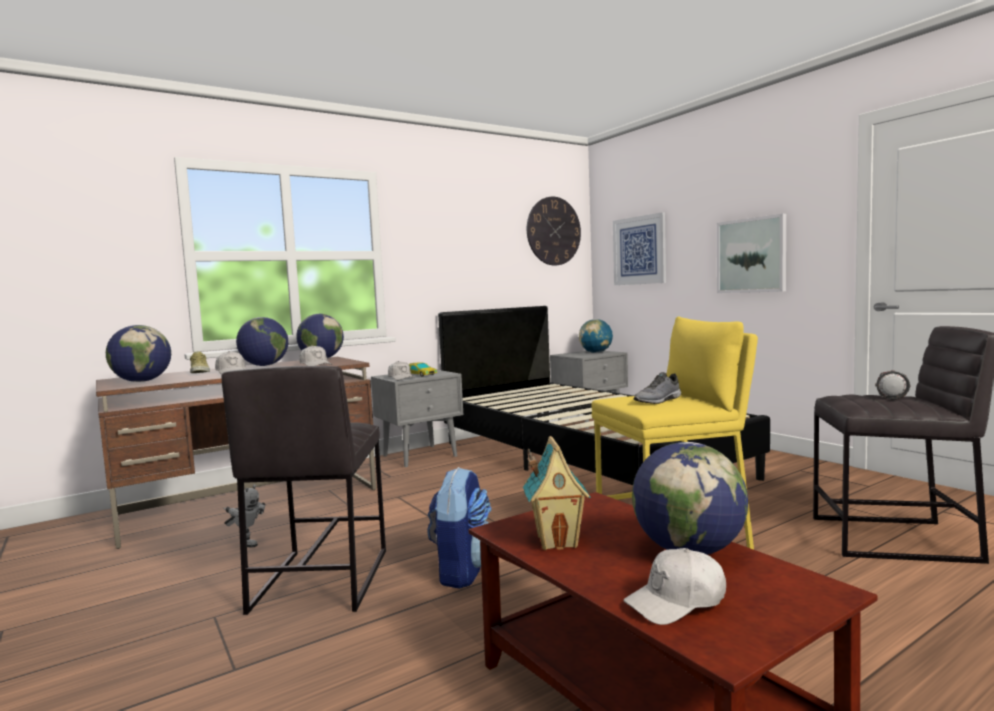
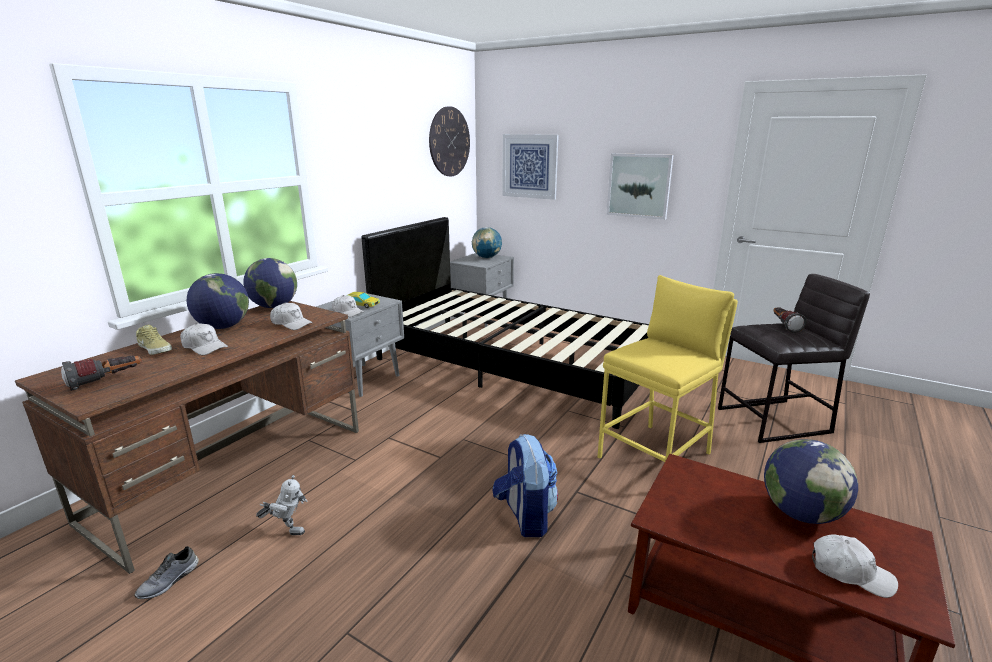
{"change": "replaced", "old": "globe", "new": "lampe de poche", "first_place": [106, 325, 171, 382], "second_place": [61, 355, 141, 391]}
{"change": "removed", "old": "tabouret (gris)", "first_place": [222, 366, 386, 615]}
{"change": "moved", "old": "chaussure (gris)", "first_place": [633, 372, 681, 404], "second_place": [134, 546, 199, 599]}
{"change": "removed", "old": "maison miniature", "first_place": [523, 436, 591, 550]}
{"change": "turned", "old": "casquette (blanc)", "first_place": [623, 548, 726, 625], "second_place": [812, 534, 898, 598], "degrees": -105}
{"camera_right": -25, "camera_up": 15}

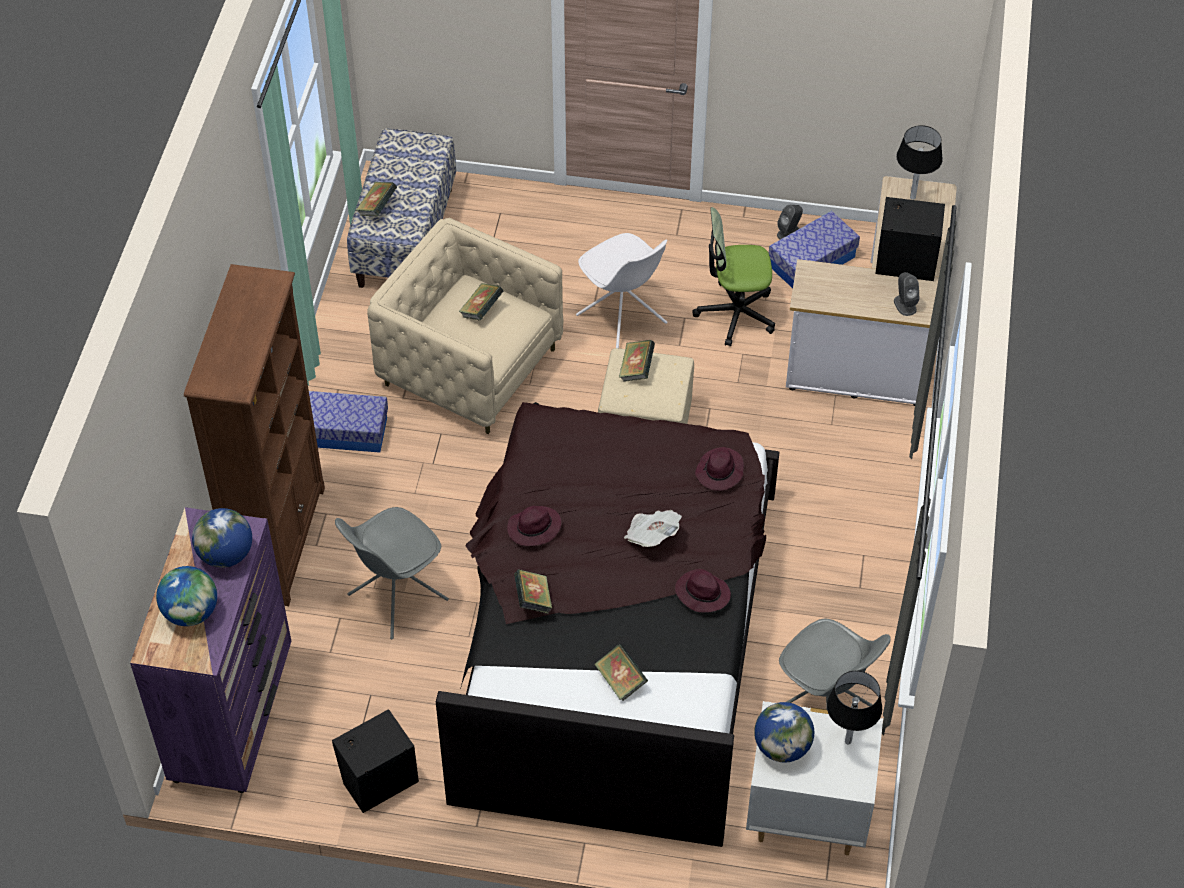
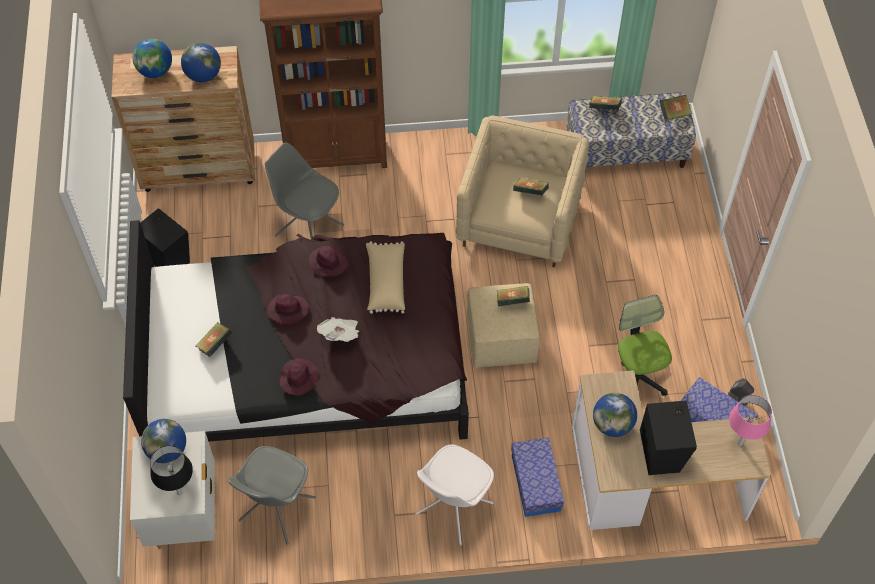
{"change": "recoloured", "old": "lampe de table (noir)", "new": "lampe de table (rose)", "first_place": [896, 125, 943, 200], "second_place": [729, 395, 772, 446]}
{"change": "moved", "old": "chaise (blanc)", "first_place": [576, 233, 668, 348], "second_place": [415, 444, 494, 545]}
{"change": "removed", "old": "enceinte (gris)", "first_place": [894, 272, 920, 316]}
{"change": "moved", "old": "boîte de rangement", "first_place": [309, 391, 388, 453], "second_place": [511, 438, 564, 517]}
{"change": "moved", "old": "chapeau (violet)", "first_place": [695, 447, 744, 491], "second_place": [267, 294, 309, 324]}
{"change": "recoloured", "old": "commode (violet)", "new": "commode (marron)", "first_place": [130, 507, 291, 793], "second_place": [112, 46, 255, 192]}
{"change": "moved", "old": "livre", "first_place": [514, 569, 552, 614], "second_place": [659, 95, 692, 121]}
{"change": "added", "new": "coussin (beige)", "second_place": [366, 241, 405, 314]}
{"change": "added", "new": "globe", "second_place": [593, 393, 637, 437]}
{"camera_right": 75, "camera_up": 5}

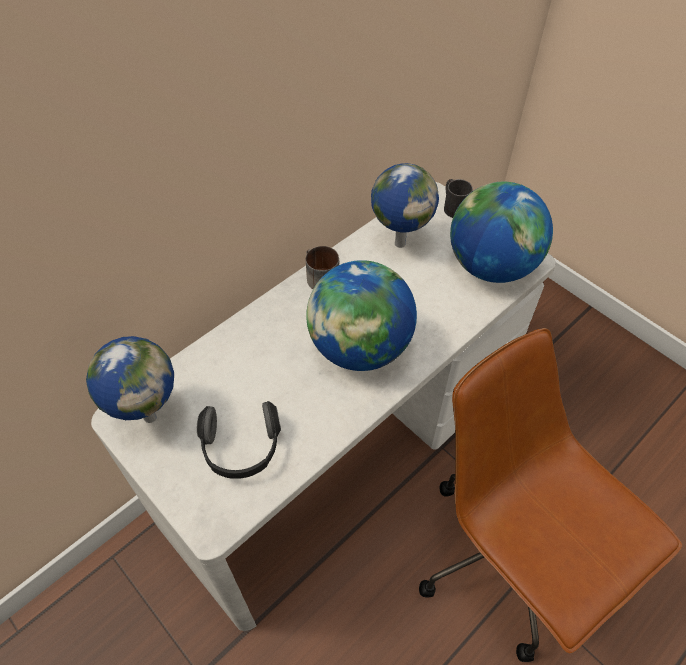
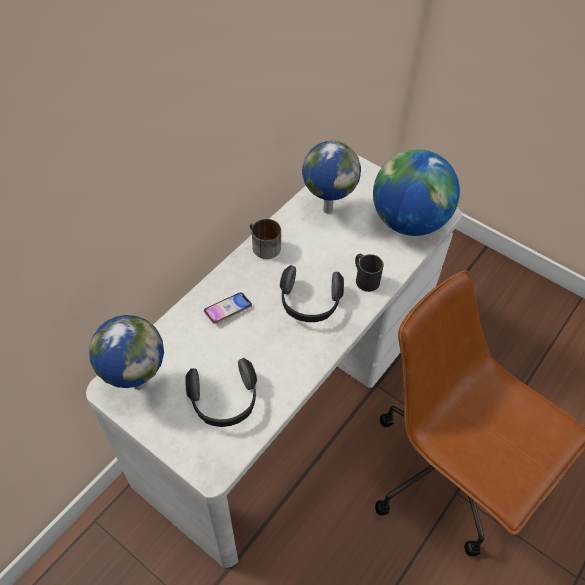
{"change": "moved", "old": "mug (noir)", "first_place": [444, 179, 473, 218], "second_place": [355, 254, 384, 292]}
{"change": "replaced", "old": "globe", "new": "casque audio", "first_place": [306, 260, 417, 371], "second_place": [280, 265, 344, 322]}
{"change": "added", "new": "téléphone", "second_place": [204, 292, 252, 324]}
{"camera_right": -10, "camera_up": 0}

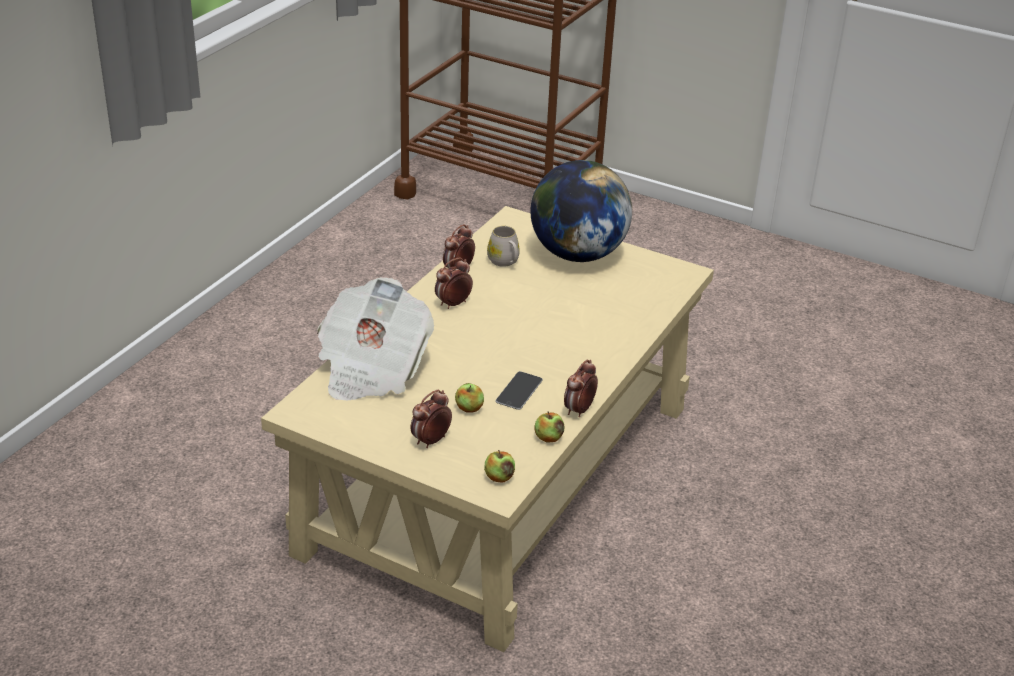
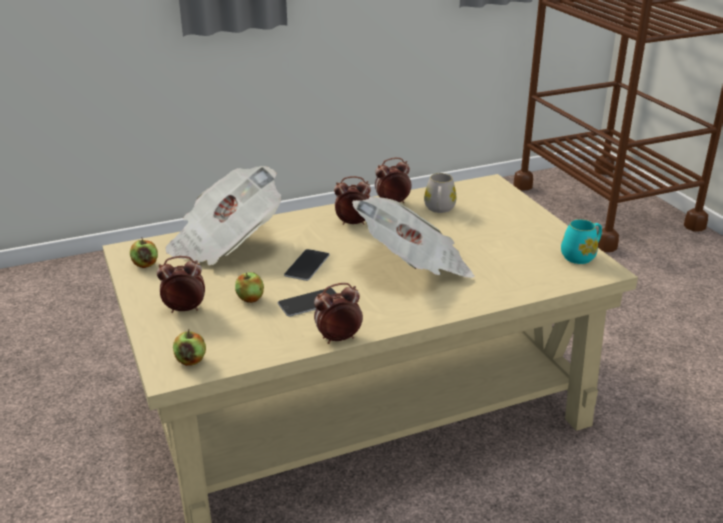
{"change": "removed", "old": "globe", "first_place": [531, 160, 632, 262]}
{"change": "moved", "old": "pomme", "first_place": [534, 411, 565, 442], "second_place": [130, 237, 158, 268]}
{"change": "added", "new": "journal", "second_place": [352, 197, 475, 278]}
{"change": "added", "new": "mug (turquoise)", "second_place": [561, 219, 602, 264]}
{"change": "added", "new": "téléphone", "second_place": [284, 249, 330, 281]}
{"camera_right": 40, "camera_up": -5}

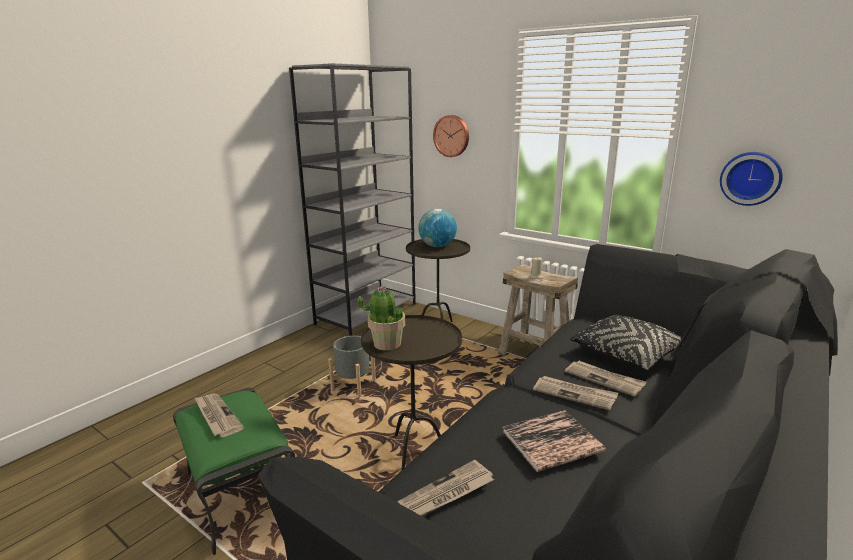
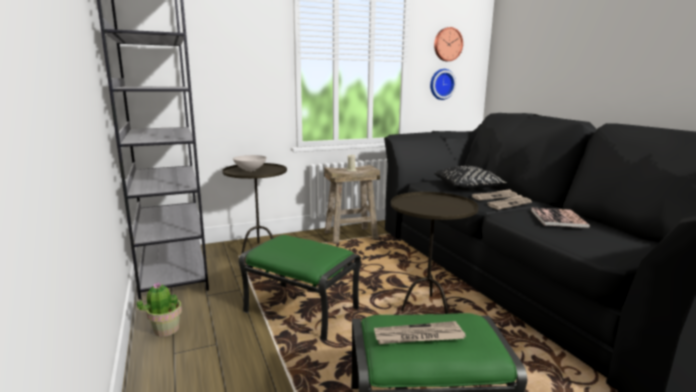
{"change": "moved", "old": "horloge murale", "first_place": [433, 115, 469, 157], "second_place": [434, 27, 463, 61]}
{"change": "replaced", "old": "globe", "new": "bol (blanc)", "first_place": [418, 209, 457, 247], "second_place": [233, 155, 267, 171]}
{"change": "moved", "old": "plante en pot", "first_place": [357, 285, 405, 351], "second_place": [137, 283, 182, 337]}
{"change": "replaced", "old": "cache-pot (gris)", "new": "pouf (vert)", "first_place": [328, 336, 376, 397], "second_place": [239, 235, 361, 341]}
{"change": "removed", "old": "journal", "first_place": [397, 460, 494, 517]}
{"camera_right": -60, "camera_up": -5}

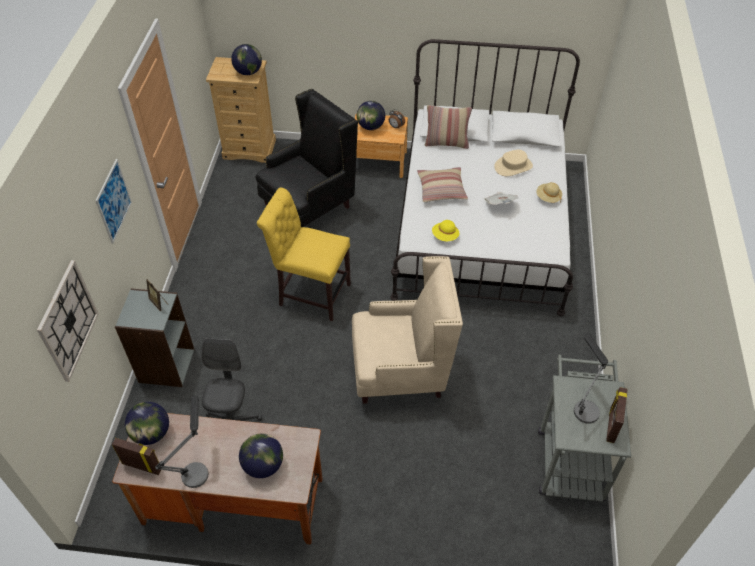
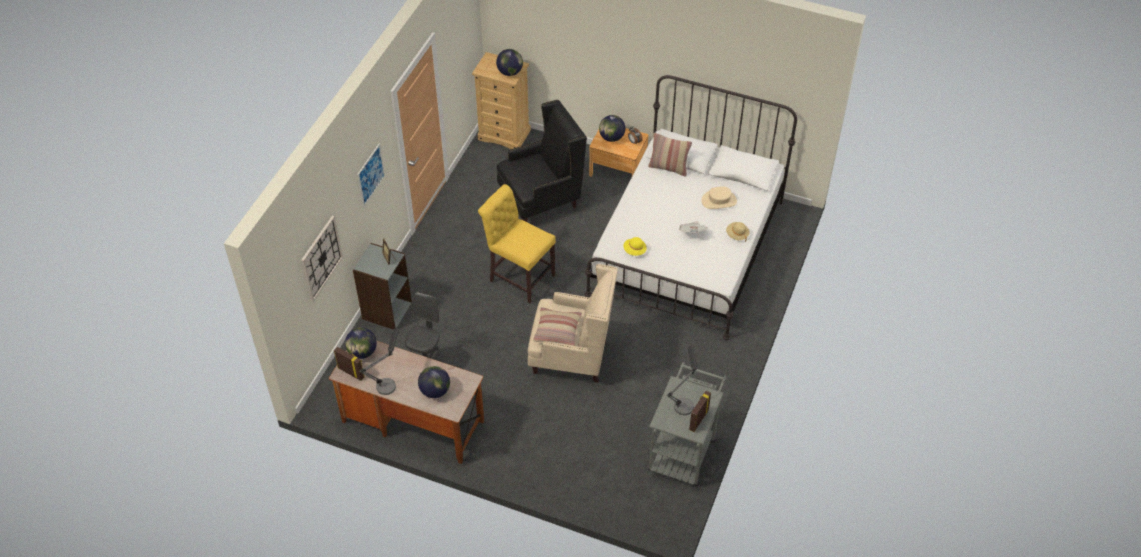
{"change": "moved", "old": "coussin", "first_place": [417, 167, 468, 202], "second_place": [533, 307, 582, 346]}
{"camera_right": 15, "camera_up": 0}

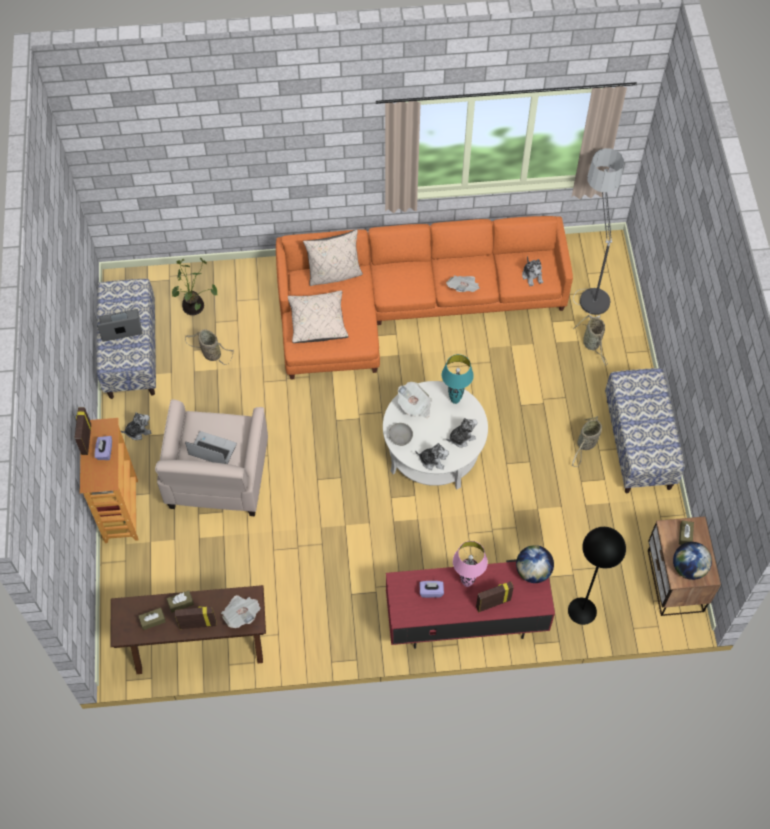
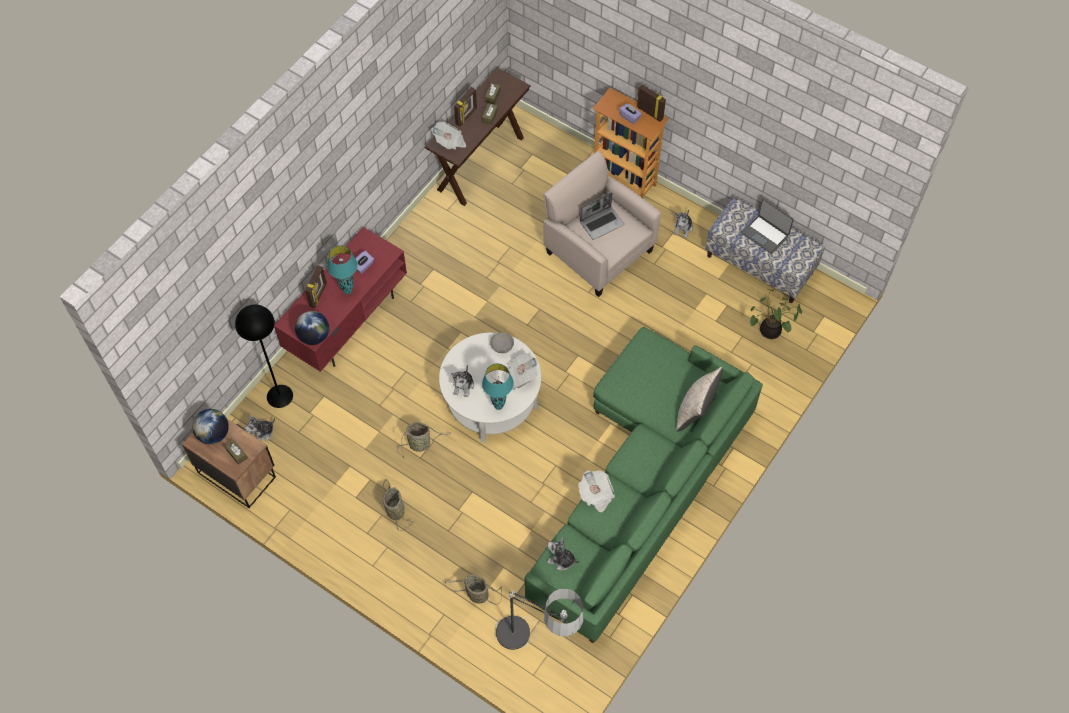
{"change": "recoloured", "old": "canapé (orange)", "new": "canapé (vert)", "first_place": [276, 216, 573, 380], "second_place": [524, 327, 763, 643]}
{"change": "removed", "old": "coussin (beige)", "first_place": [288, 290, 349, 343]}
{"change": "turned", "old": "ordinateur portable", "first_place": [97, 309, 142, 342], "second_place": [742, 198, 794, 254], "degrees": 105}
{"change": "moved", "old": "panier", "first_place": [185, 329, 234, 365], "second_place": [397, 422, 452, 459]}
{"change": "removed", "old": "banc", "first_place": [605, 368, 685, 493]}
{"change": "moved", "old": "peluche", "first_place": [415, 443, 449, 470], "second_place": [245, 415, 275, 441]}
{"change": "recoloured", "old": "lampe de table (rose)", "new": "lampe de table (turquoise)", "first_place": [453, 541, 488, 587], "second_place": [327, 245, 358, 295]}
{"camera_right": 130, "camera_up": 0}

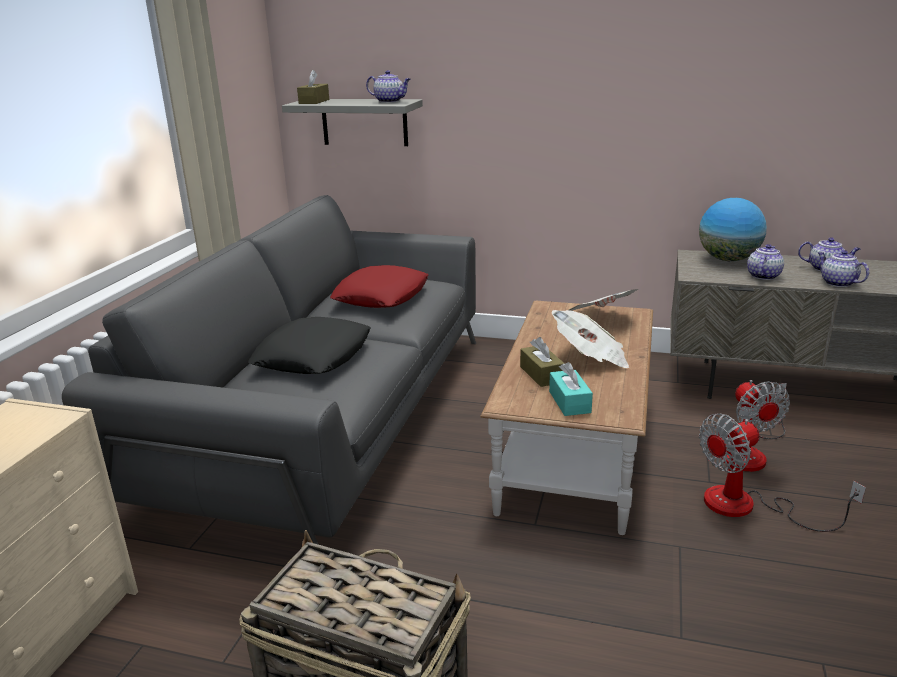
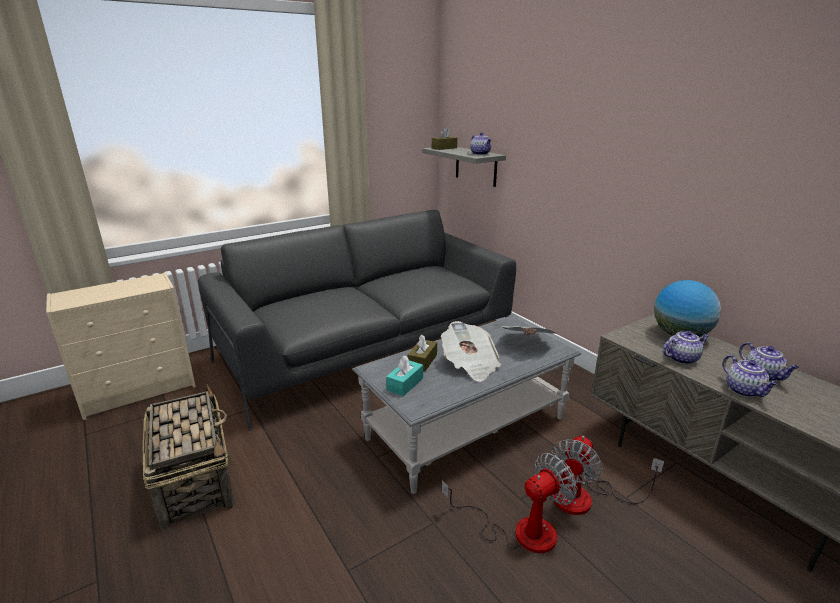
{"change": "turned", "old": "théière", "first_place": [817, 250, 869, 287], "second_place": [723, 355, 779, 397], "degrees": 150}
{"change": "removed", "old": "coussin (rouge)", "first_place": [330, 265, 429, 308]}
{"change": "recoloured", "old": "table basse (marron)", "new": "table basse (gris)", "first_place": [480, 301, 653, 535], "second_place": [352, 316, 581, 494]}
{"change": "removed", "old": "coussin (noir)", "first_place": [248, 317, 371, 374]}
{"change": "turned", "old": "ventilateur", "first_place": [699, 413, 866, 532], "second_place": [442, 453, 577, 553], "degrees": 135}
{"camera_right": 40, "camera_up": 0}

